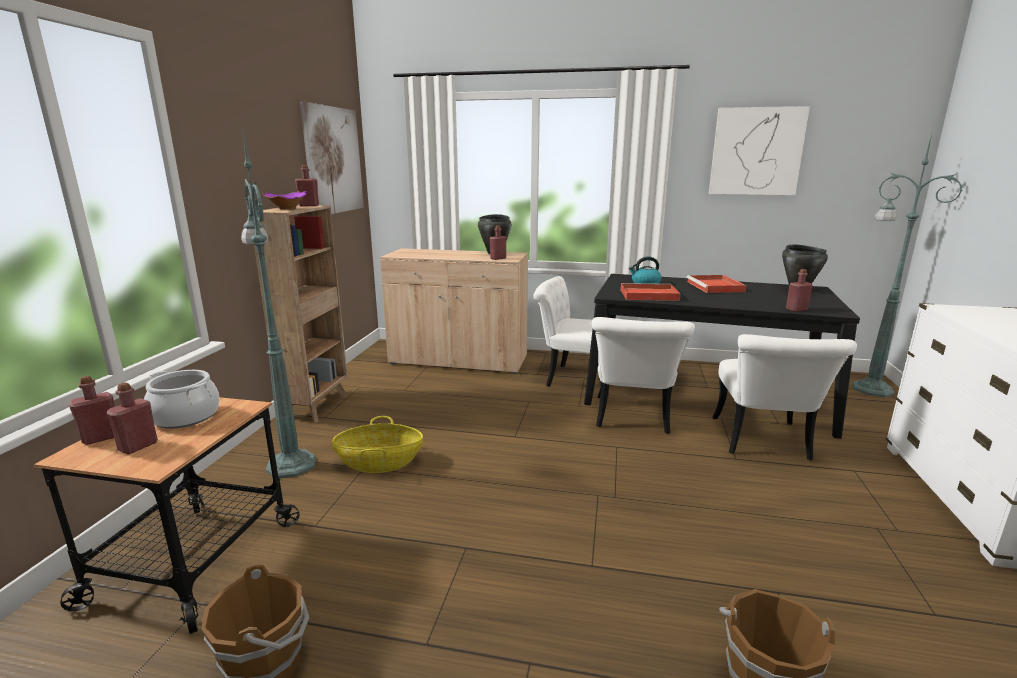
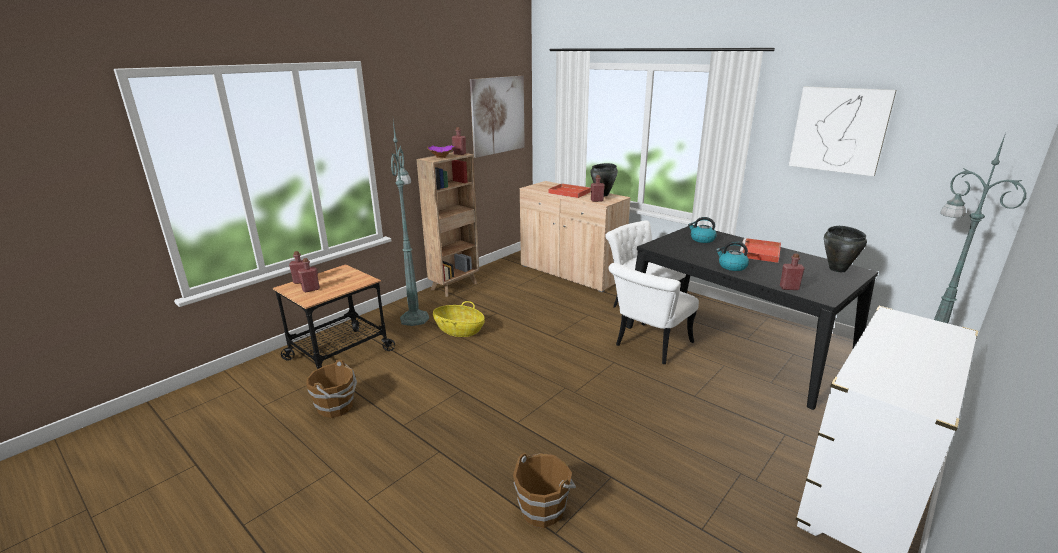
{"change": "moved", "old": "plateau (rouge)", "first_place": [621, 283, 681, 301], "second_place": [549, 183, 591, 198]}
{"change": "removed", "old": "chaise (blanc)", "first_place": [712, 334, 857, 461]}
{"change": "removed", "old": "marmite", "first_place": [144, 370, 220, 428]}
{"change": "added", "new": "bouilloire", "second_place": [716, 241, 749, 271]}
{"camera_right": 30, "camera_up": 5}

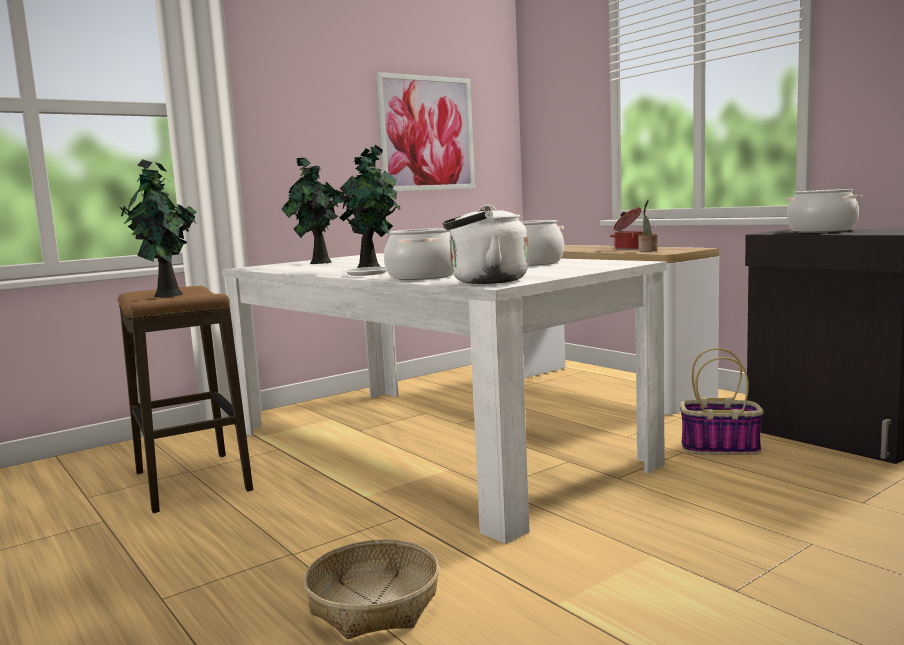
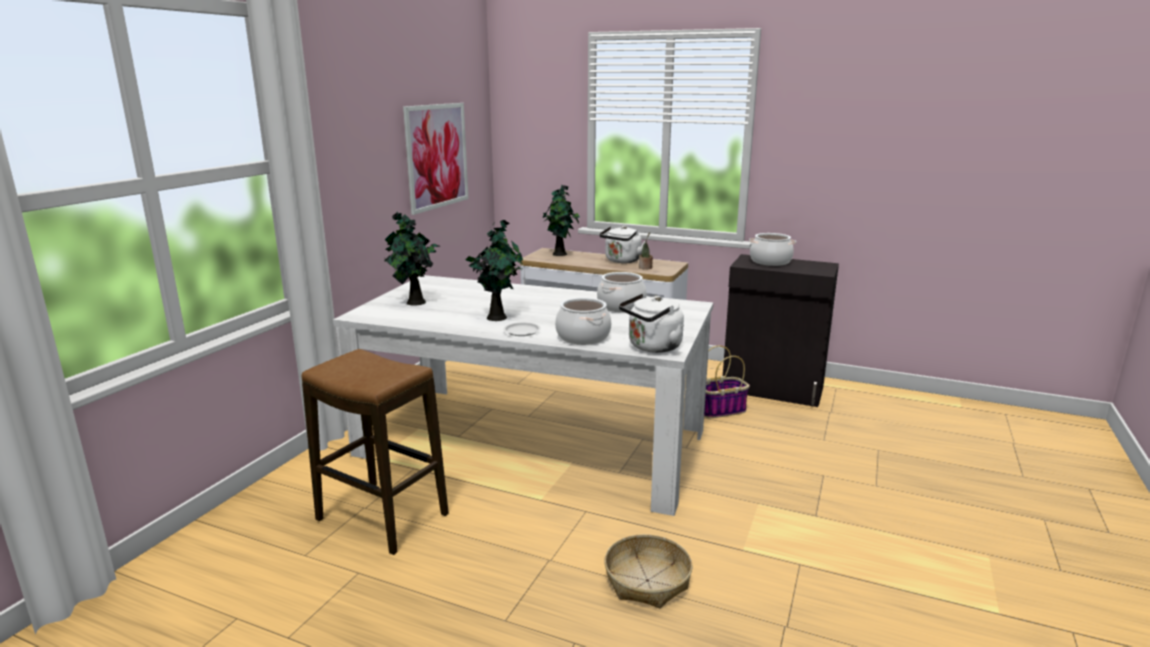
{"change": "moved", "old": "plante en pot", "first_place": [119, 160, 197, 297], "second_place": [543, 185, 580, 256]}
{"change": "replaced", "old": "marmite", "new": "bouilloire (blanc)", "first_place": [610, 208, 643, 250], "second_place": [599, 226, 647, 263]}
{"camera_right": -30, "camera_up": 10}

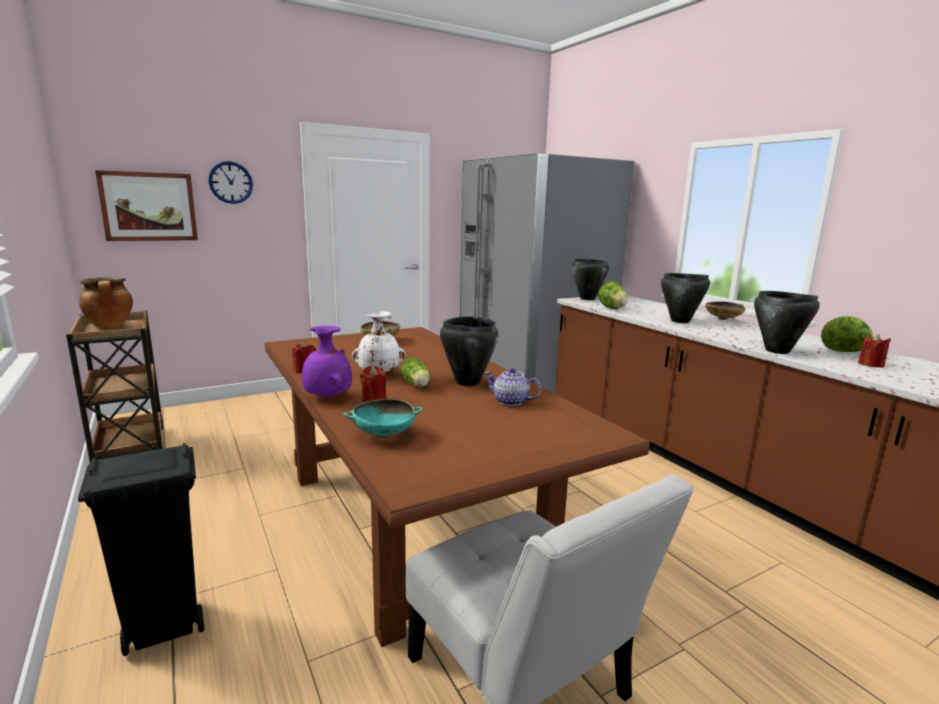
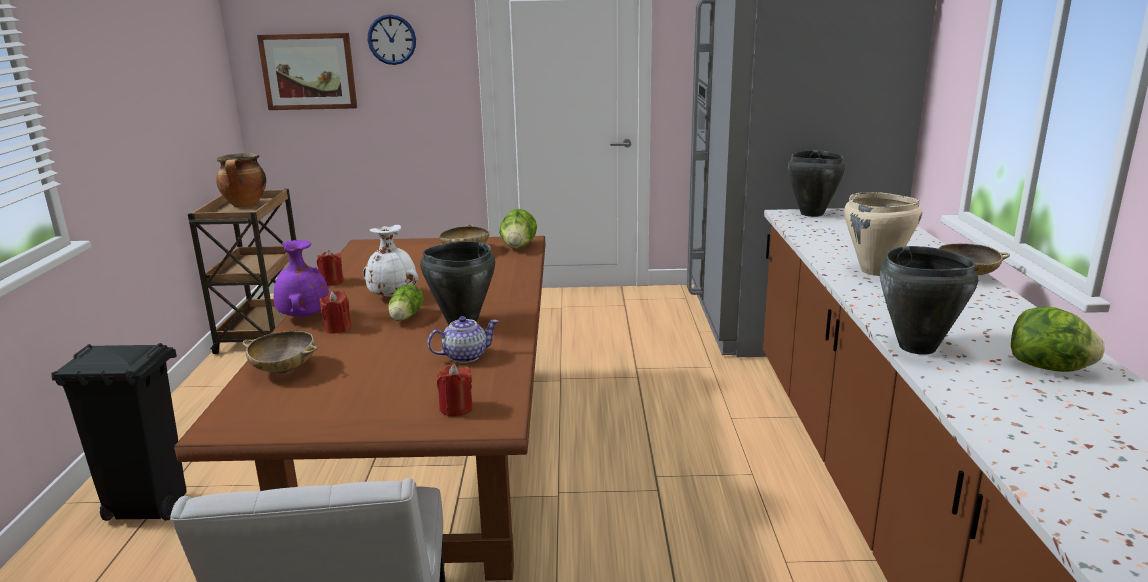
{"change": "recoloured", "old": "marmite (noir)", "new": "marmite (beige)", "first_place": [661, 273, 710, 323], "second_place": [844, 192, 922, 276]}
{"change": "moved", "old": "laitue", "first_place": [598, 281, 628, 309], "second_place": [499, 209, 537, 249]}
{"change": "moved", "old": "bougie (rouge)", "first_place": [858, 334, 891, 368], "second_place": [437, 364, 473, 417]}
{"change": "turned", "old": "théière", "first_place": [484, 368, 541, 406], "second_place": [427, 316, 499, 363], "degrees": 105}
{"change": "recoloured", "old": "bol (turquoise)", "new": "bol (beige)", "first_place": [344, 399, 423, 438], "second_place": [242, 331, 318, 373]}
{"camera_right": 30, "camera_up": 5}

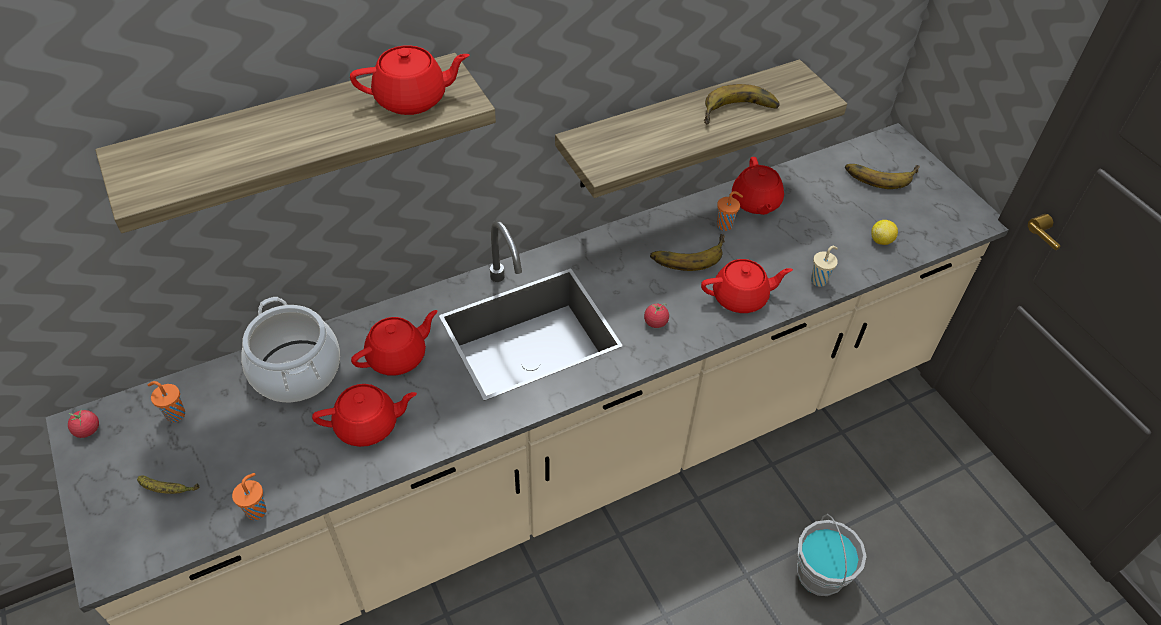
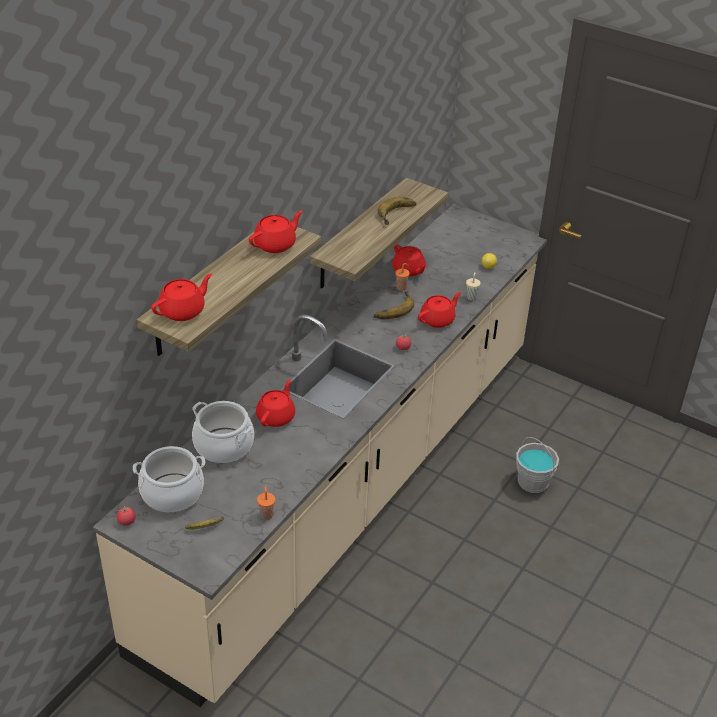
{"change": "removed", "old": "banane", "first_place": [845, 164, 920, 189]}
{"change": "replaced", "old": "tasse (orange)", "new": "marmite", "first_place": [148, 381, 185, 422], "second_place": [133, 446, 205, 513]}
{"change": "moved", "old": "théière (rouge)", "first_place": [312, 384, 417, 447], "second_place": [151, 274, 212, 321]}
{"camera_right": -30, "camera_up": -10}

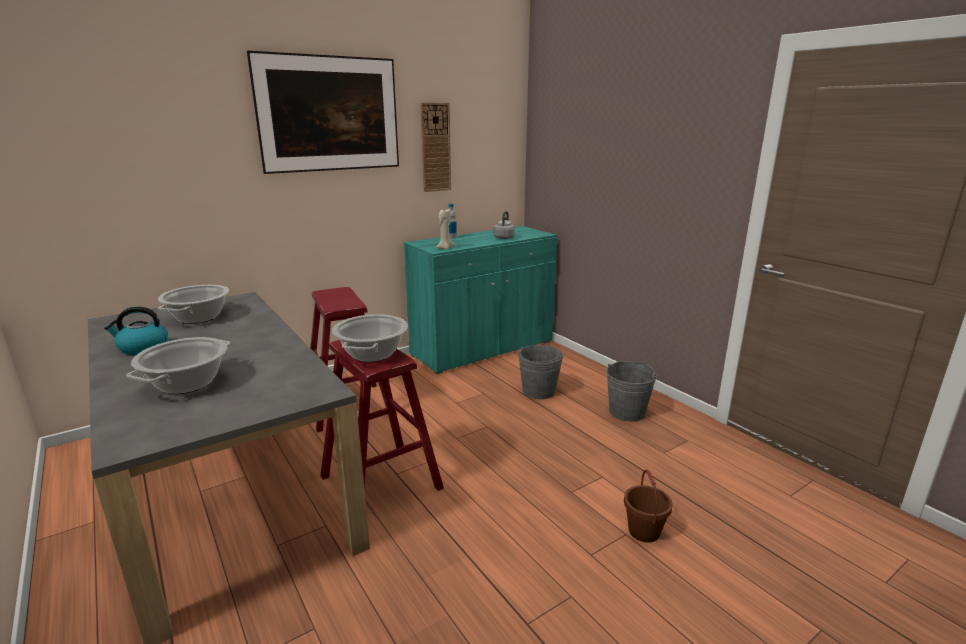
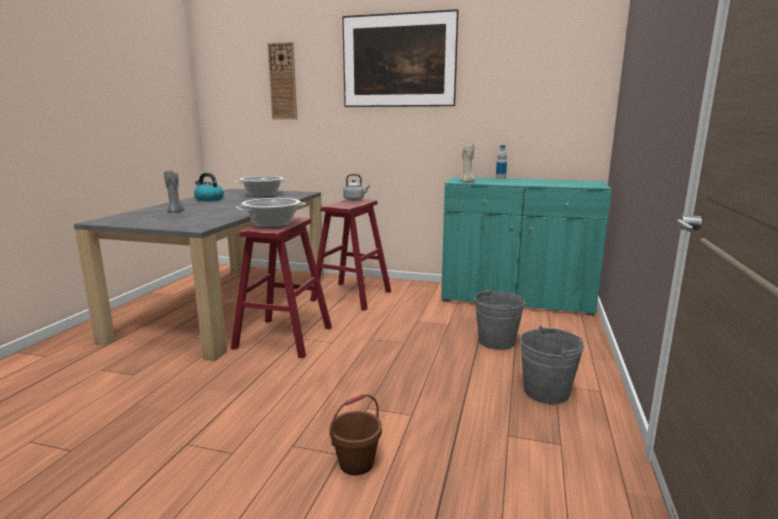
{"change": "moved", "old": "horloge murale", "first_place": [420, 103, 451, 192], "second_place": [267, 42, 297, 120]}
{"change": "moved", "old": "bouilloire (gris)", "first_place": [493, 211, 515, 239], "second_place": [343, 174, 370, 201]}
{"change": "replaced", "old": "marmite", "new": "bougie (gris)", "first_place": [126, 337, 231, 394], "second_place": [164, 170, 185, 213]}
{"camera_right": 50, "camera_up": -5}

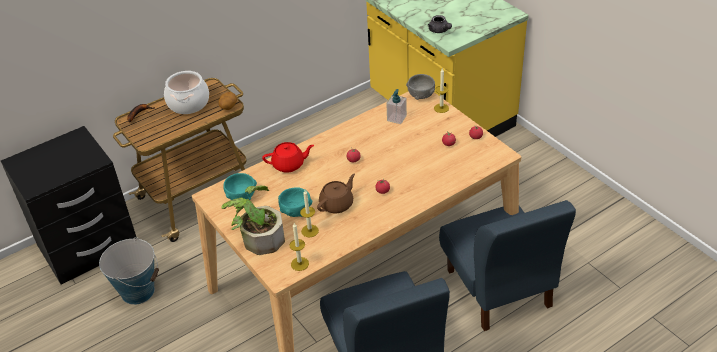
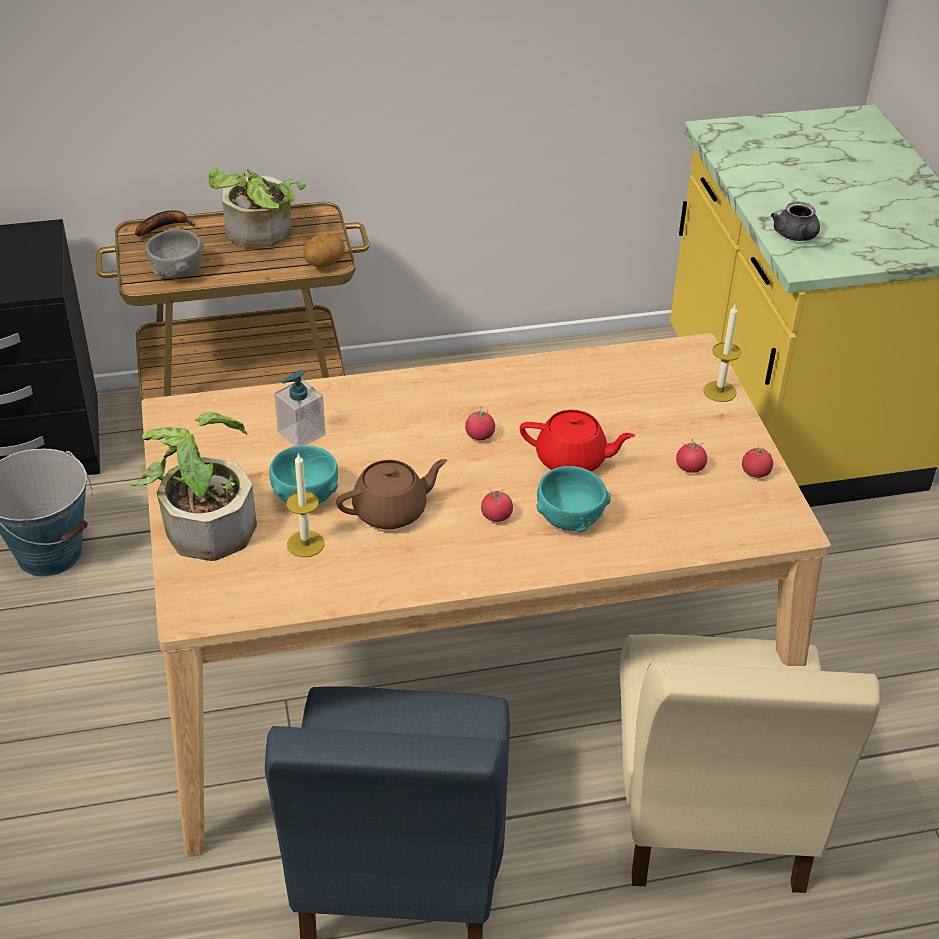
{"change": "replaced", "old": "marmite", "new": "plante en pot", "first_place": [164, 71, 209, 114], "second_place": [208, 168, 307, 248]}
{"change": "moved", "old": "bol (gris)", "first_place": [406, 74, 435, 100], "second_place": [146, 229, 204, 278]}
{"change": "moved", "old": "distributeur de savon", "first_place": [386, 89, 407, 124], "second_place": [274, 370, 325, 446]}
{"change": "moved", "old": "théière (rouge)", "first_place": [262, 142, 314, 173], "second_place": [520, 410, 635, 472]}
{"change": "moved", "old": "bol (turquoise)", "first_place": [223, 173, 257, 200], "second_place": [536, 466, 611, 533]}
{"change": "recoloured", "old": "chaise (bleu)", "new": "chaise (beige)", "first_place": [439, 200, 576, 331], "second_place": [620, 634, 880, 893]}
{"change": "removed", "old": "bougie", "first_place": [290, 223, 309, 271]}
{"camera_right": 20, "camera_up": 0}

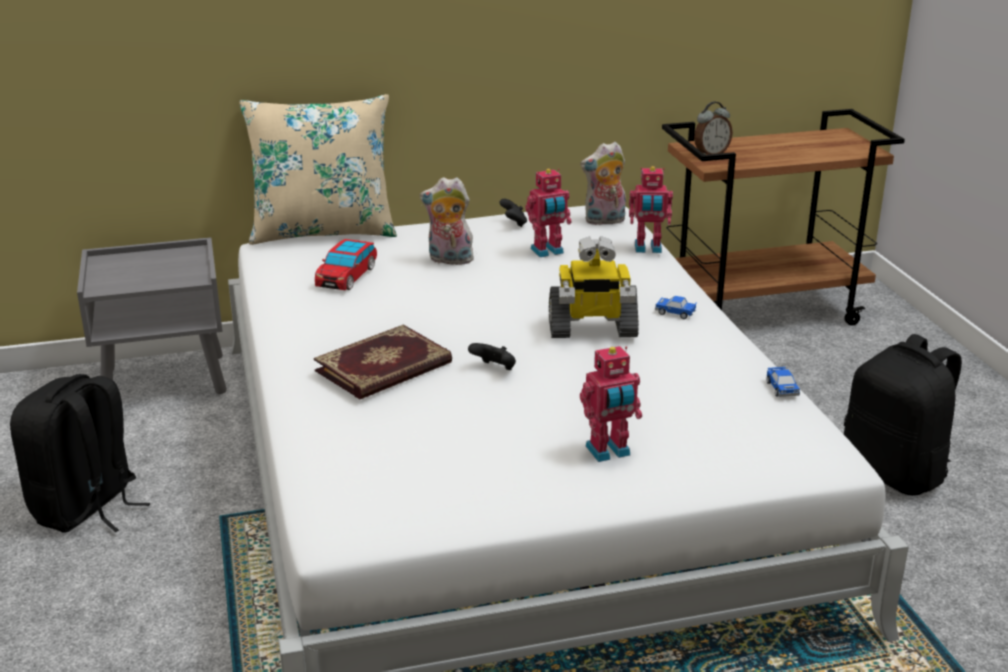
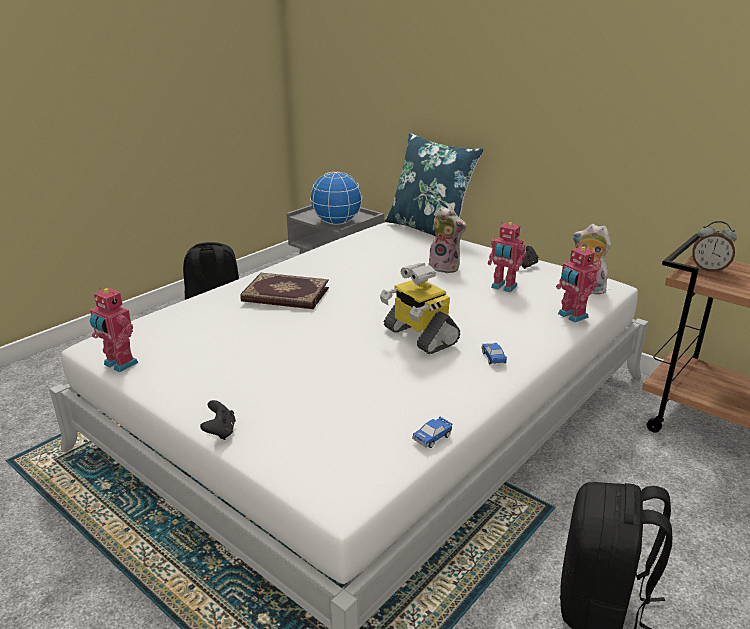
{"change": "recoloured", "old": "coussin (beige)", "new": "coussin (bleu)", "first_place": [239, 94, 397, 245], "second_place": [385, 133, 484, 236]}
{"change": "turned", "old": "peluche", "first_place": [420, 177, 476, 265], "second_place": [428, 206, 467, 273], "degrees": 150}
{"change": "removed", "old": "petite voiture", "first_place": [315, 239, 377, 290]}
{"change": "moved", "old": "manette (noir)", "first_place": [468, 343, 516, 370], "second_place": [200, 400, 236, 440]}
{"change": "moved", "old": "robot jouet", "first_place": [580, 346, 642, 462], "second_place": [90, 287, 139, 372]}
{"change": "added", "new": "globe", "second_place": [310, 171, 363, 225]}
{"camera_right": 55, "camera_up": 0}

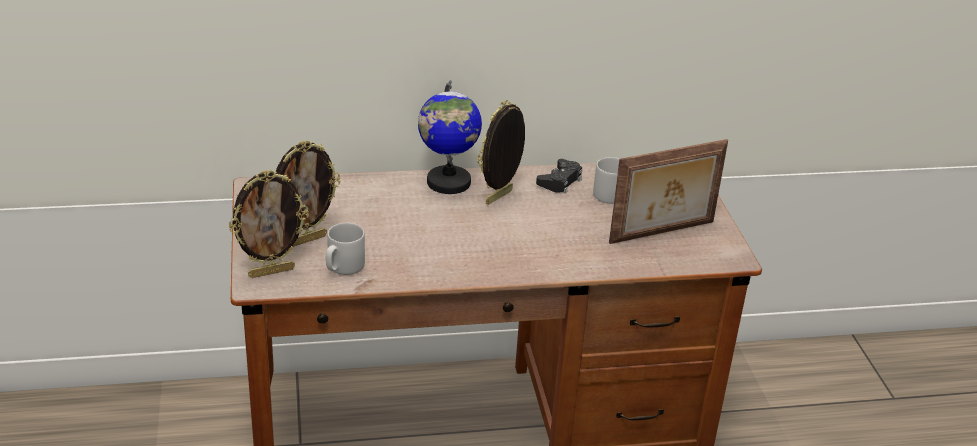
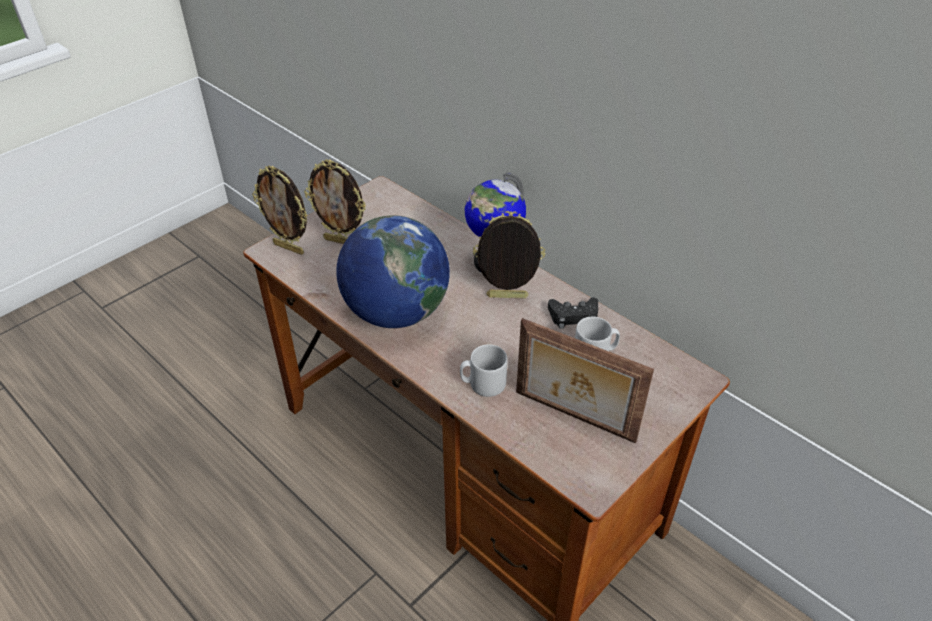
{"change": "moved", "old": "mug (gris)", "first_place": [326, 223, 365, 275], "second_place": [460, 344, 508, 397]}
{"change": "added", "new": "globe", "second_place": [336, 215, 450, 328]}
{"camera_right": 55, "camera_up": 10}

